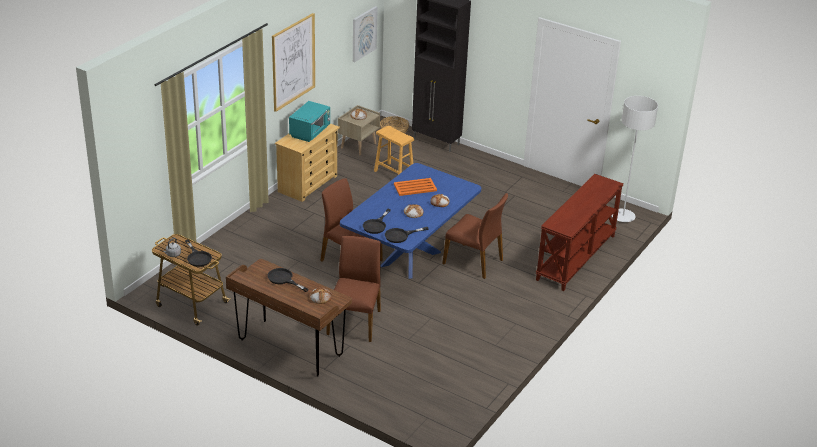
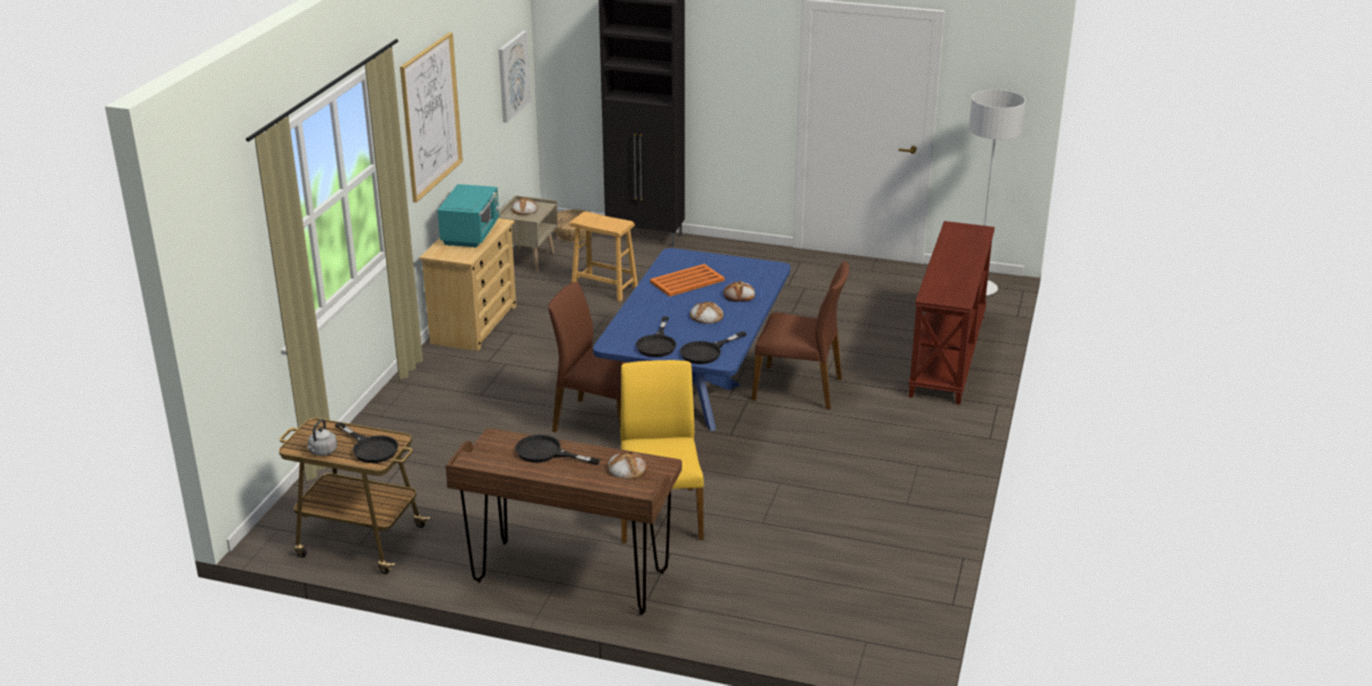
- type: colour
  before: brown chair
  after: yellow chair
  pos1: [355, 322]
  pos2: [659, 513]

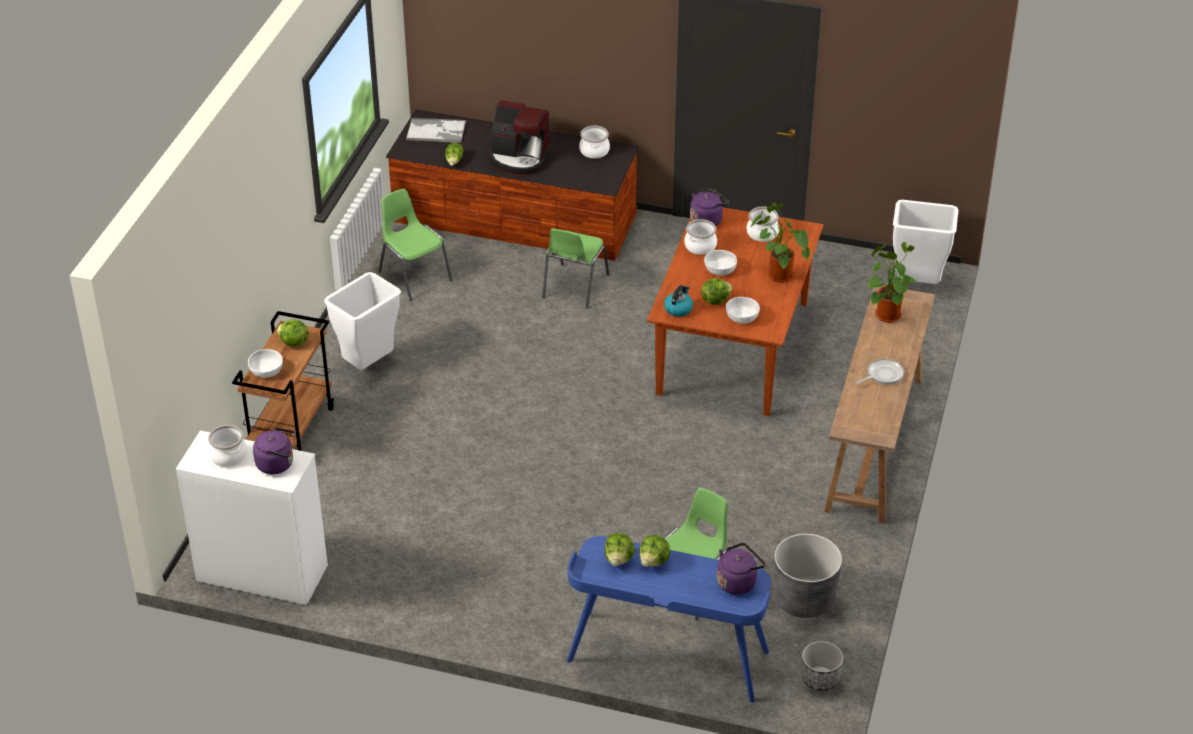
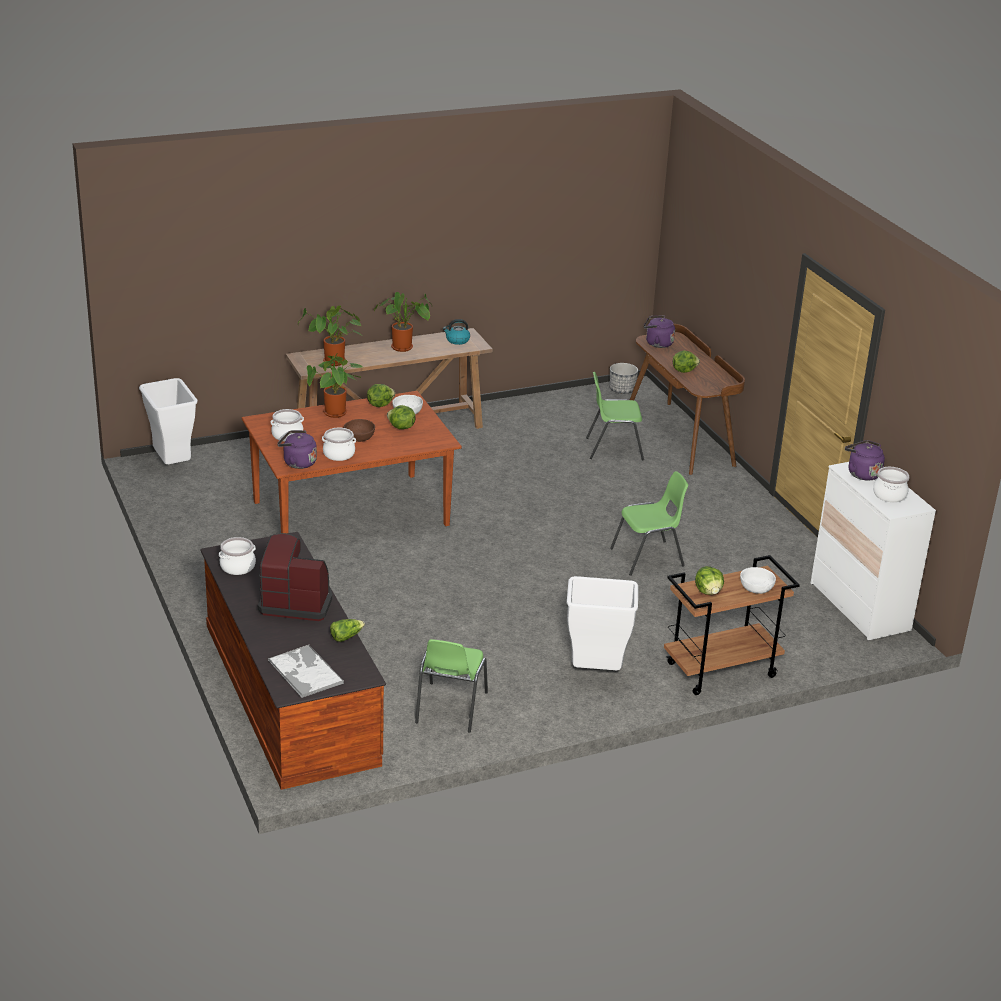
- type: spun
  before: coffee machine
  pos1: [519, 158]
  pos2: [296, 602]
  turn: -60
- type: relocated
  before: green chair
  pos1: [574, 286]
  pos2: [648, 558]
- type: colour
  before: white bowl
  after: brown bowl
  pos1: [720, 269]
  pos2: [359, 437]
- type: relocated
  before: kettle
  pos1: [678, 309]
  pos2: [457, 340]
- type: exchanged
  before: frying pan
  after: potted plant
  pos1: [883, 375]
  pos2: [404, 347]
- type: relocated
  before: lettuce
  pos1: [619, 559]
  pos2: [380, 404]
- type: missing
  before: grey planter
  pos1: [804, 599]
- type: colour
  before: blue desk
  after: brown desk
  pos1: [667, 657]
  pos2: [680, 437]

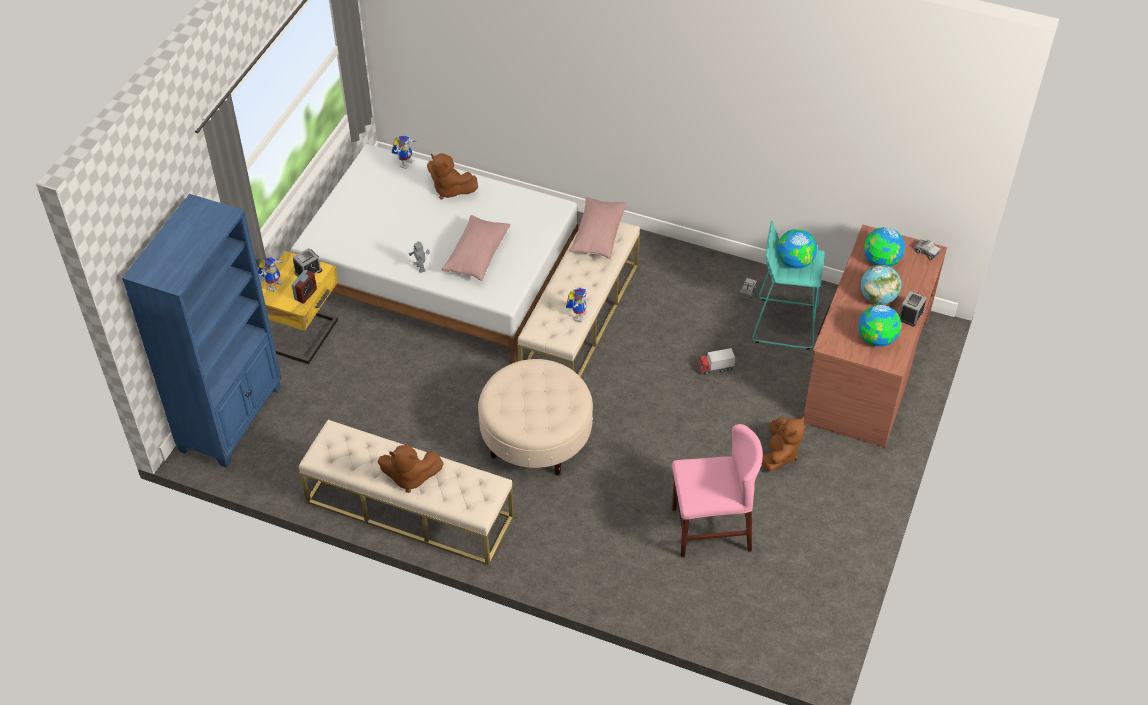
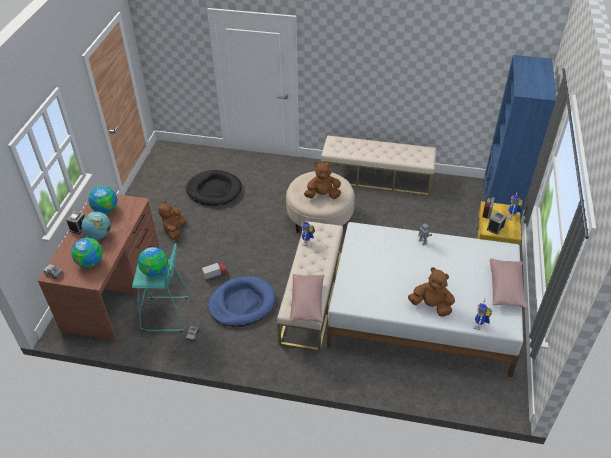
- type: relocated
  before: pink pillow
  pos1: [476, 255]
  pos2: [506, 288]
- type: exchanged
  before: pink chair
  after: black dog bed
  pos1: [711, 529]
  pos2: [214, 190]
- type: relocated
  before: brown plush toy
  pos1: [410, 477]
  pos2: [322, 195]
- type: appeared
  after: blue dog bed
  pos2: [242, 303]

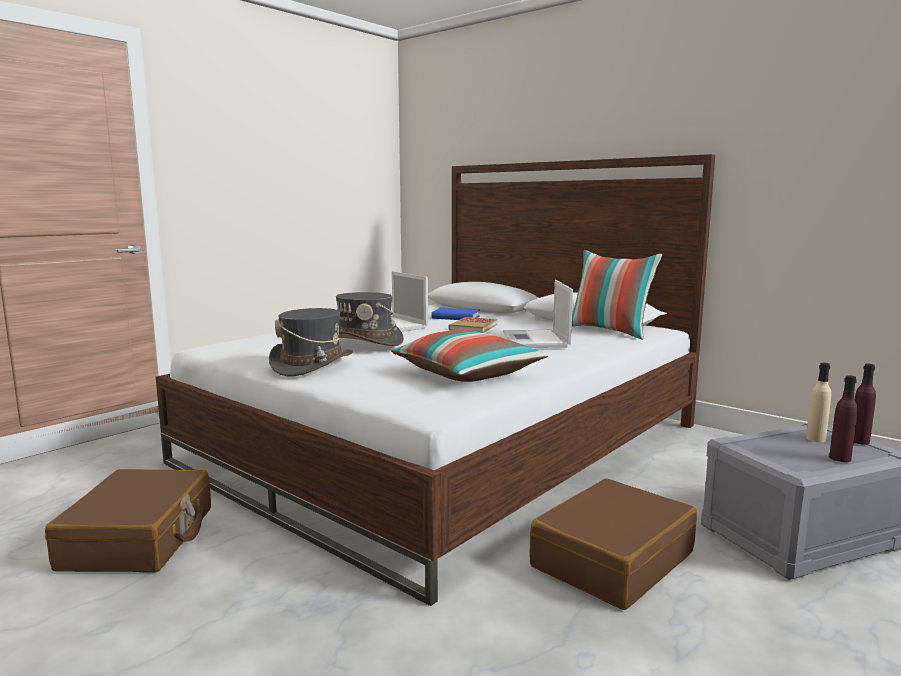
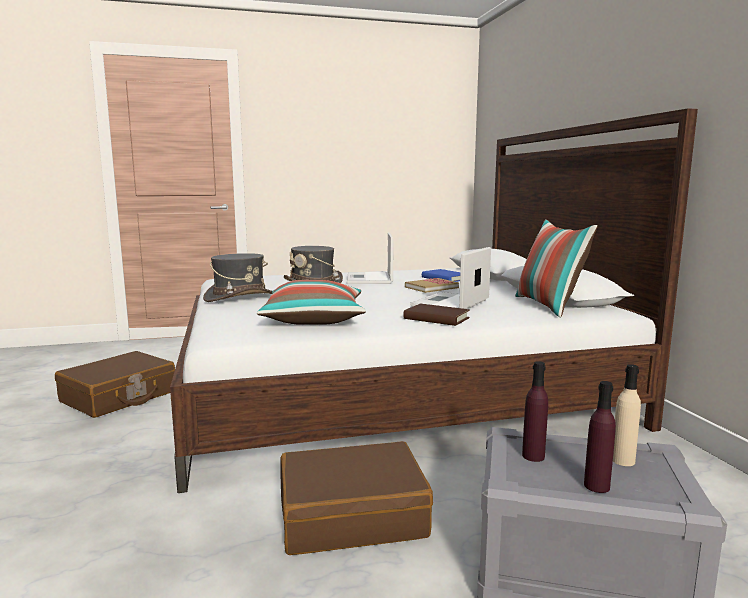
- type: relocated
  before: purple bottle
  pos1: [859, 441]
  pos2: [533, 456]
- type: appeared
  after: brown book
  pos2: [436, 318]

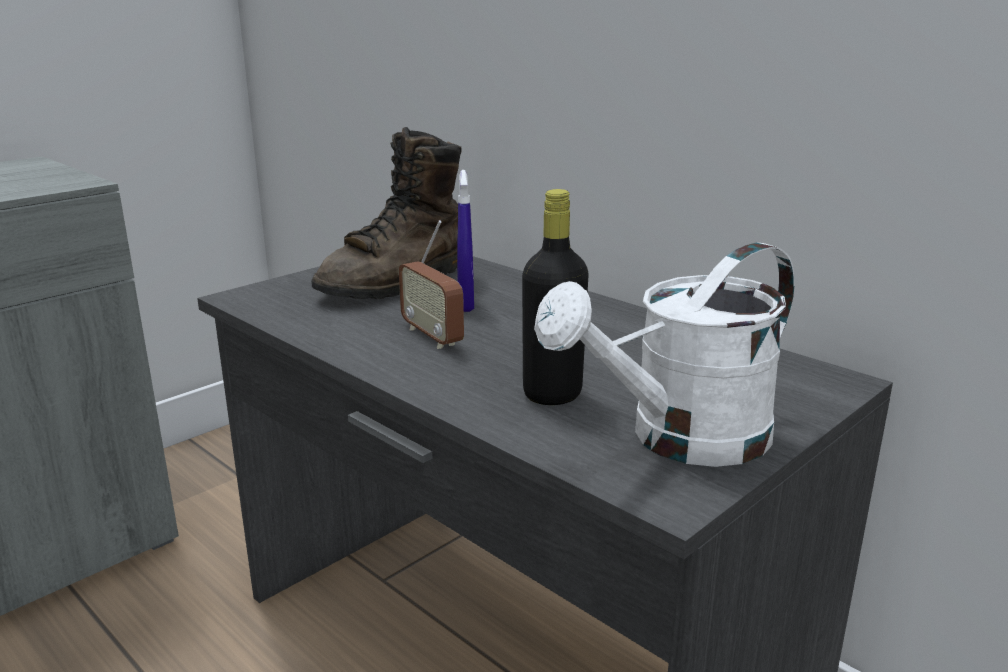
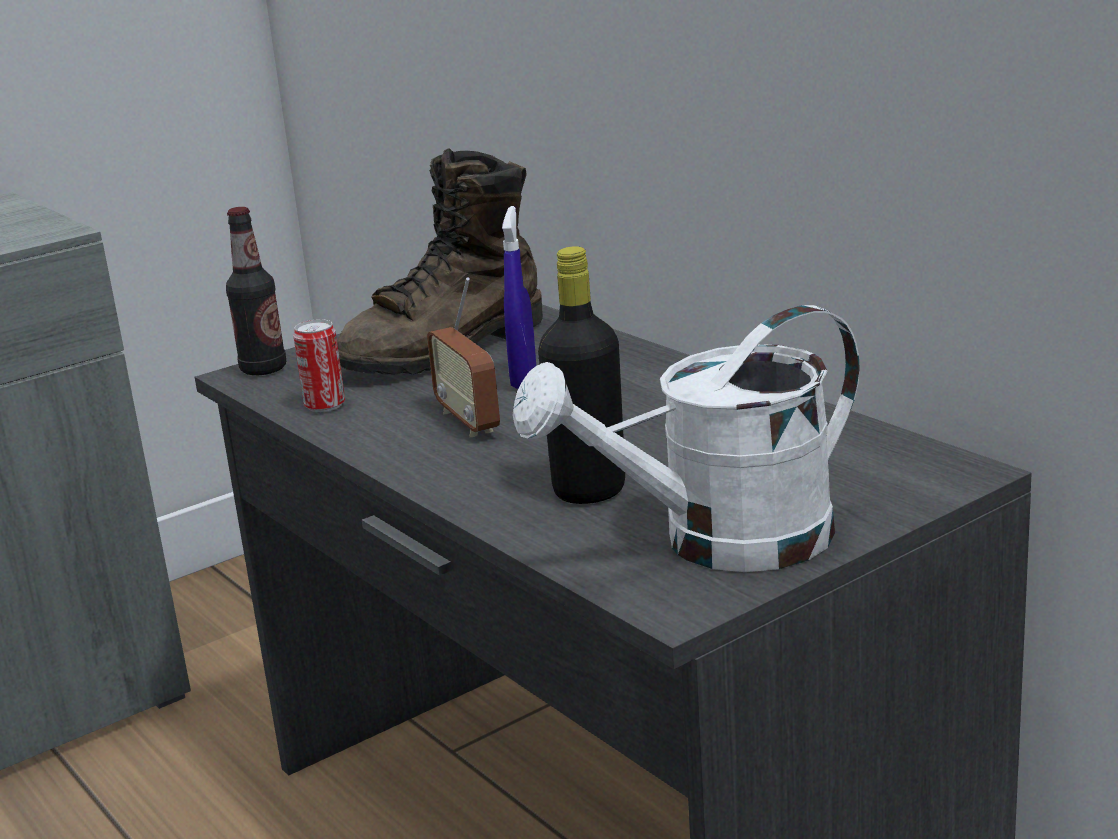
- type: appeared
  after: bottle
  pos2: [263, 369]
- type: appeared
  after: can
  pos2: [325, 406]

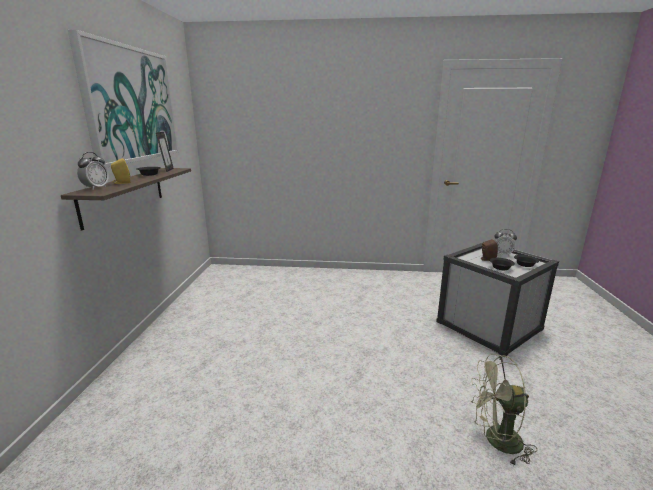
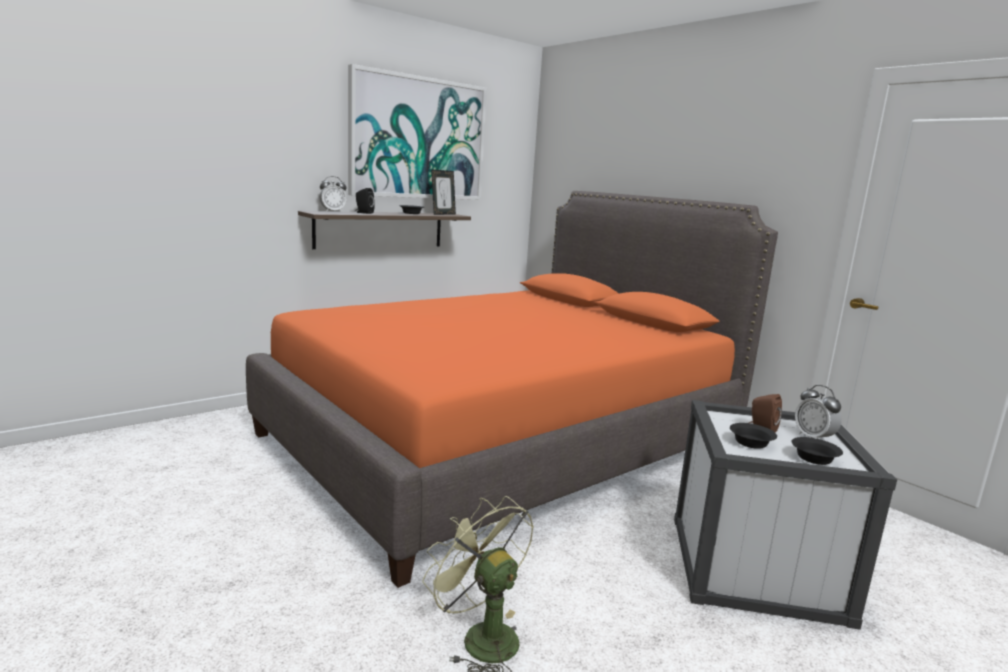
- type: colour
  before: yellow speaker
  after: black speaker
  pos1: [121, 183]
  pos2: [363, 213]
- type: appeared
  after: orange bed
  pos2: [503, 442]

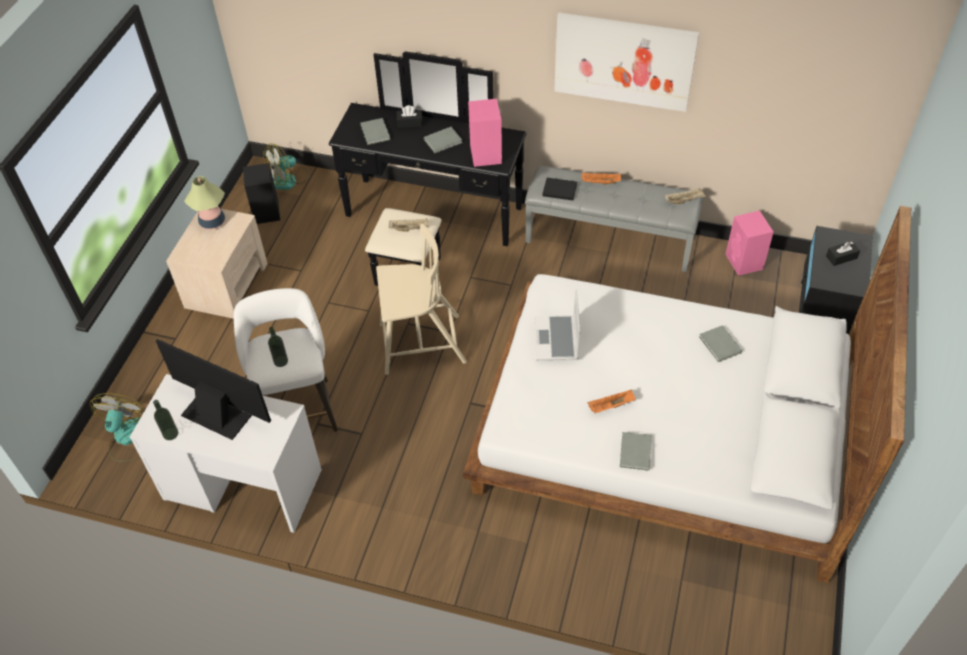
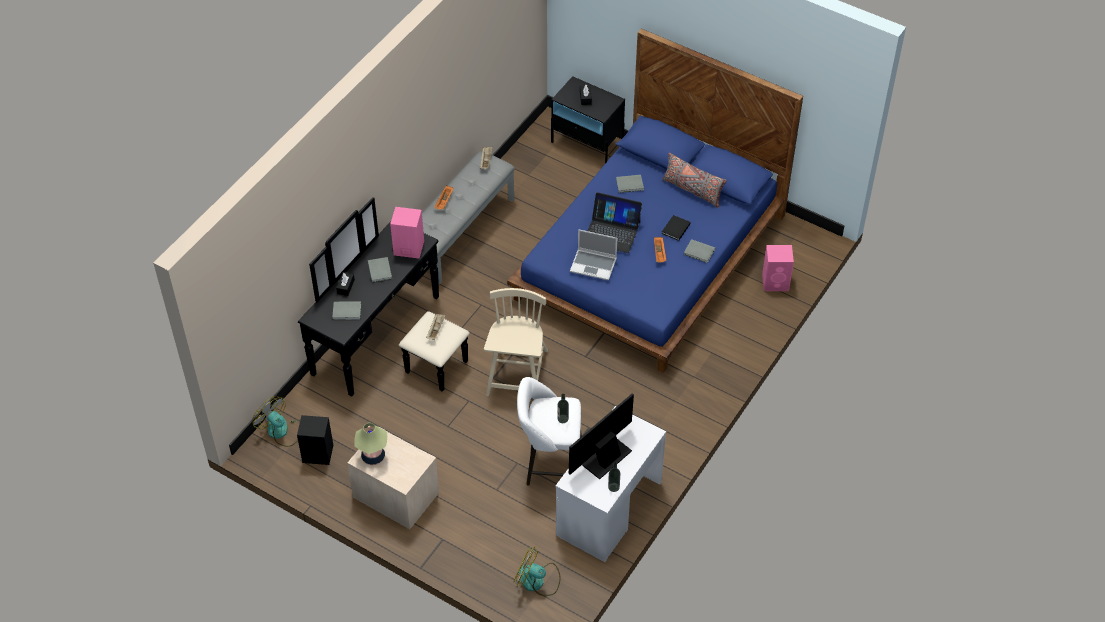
- type: missing
  before: picture
  pos1: [624, 61]
- type: spun
  before: fan
  pos1: [288, 179]
  pos2: [282, 431]
  turn: 150
- type: relocated
  before: black book
  pos1: [559, 189]
  pos2: [675, 229]
- type: colour
  before: white bed
  after: blue bed
  pos1: [662, 431]
  pos2: [649, 257]
- type: relocated
  before: pink speaker
  pos1: [744, 262]
  pos2: [776, 282]
- type: appeared
  after: grey pillow
  pos2: [692, 190]
- type: appeared
  after: laptop
  pos2: [612, 231]

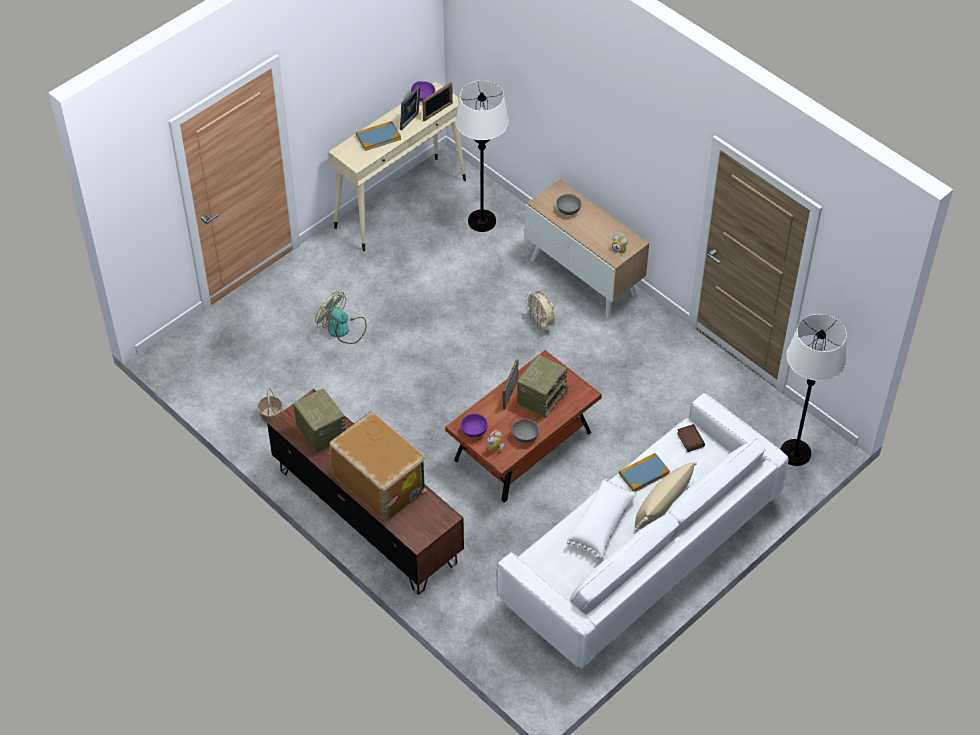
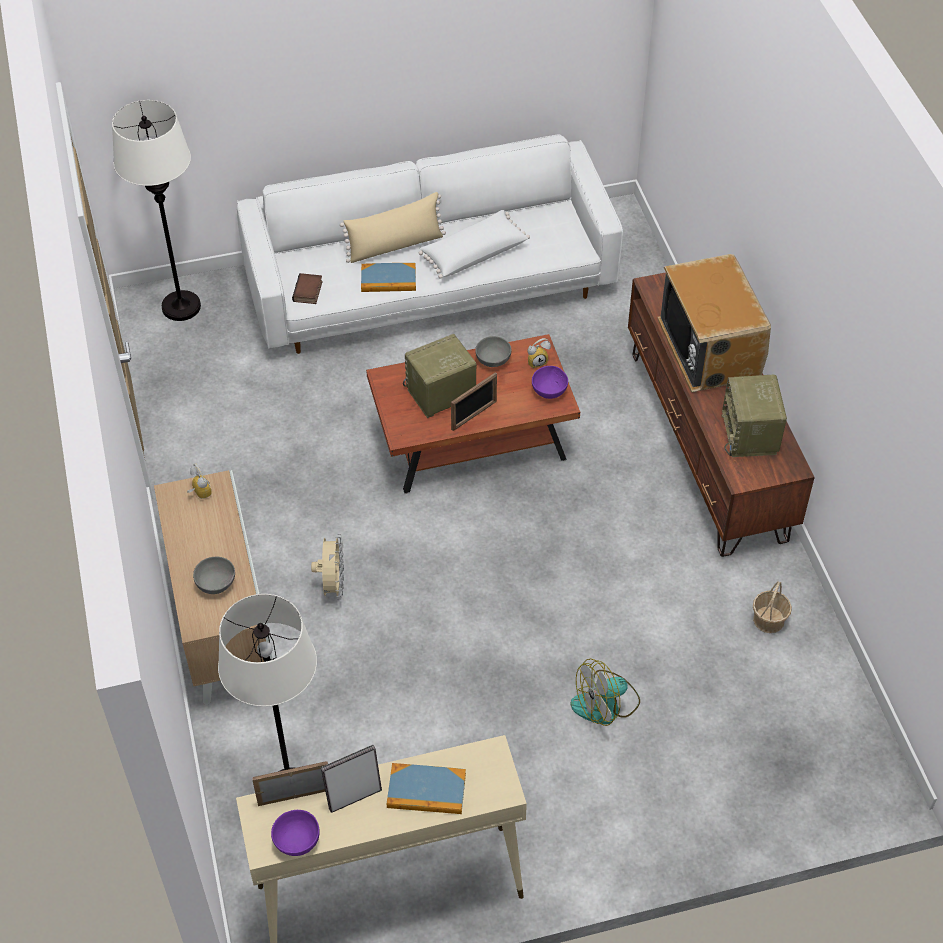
- type: spun
  before: fan
  pos1: [343, 329]
  pos2: [605, 704]
  turn: 90

